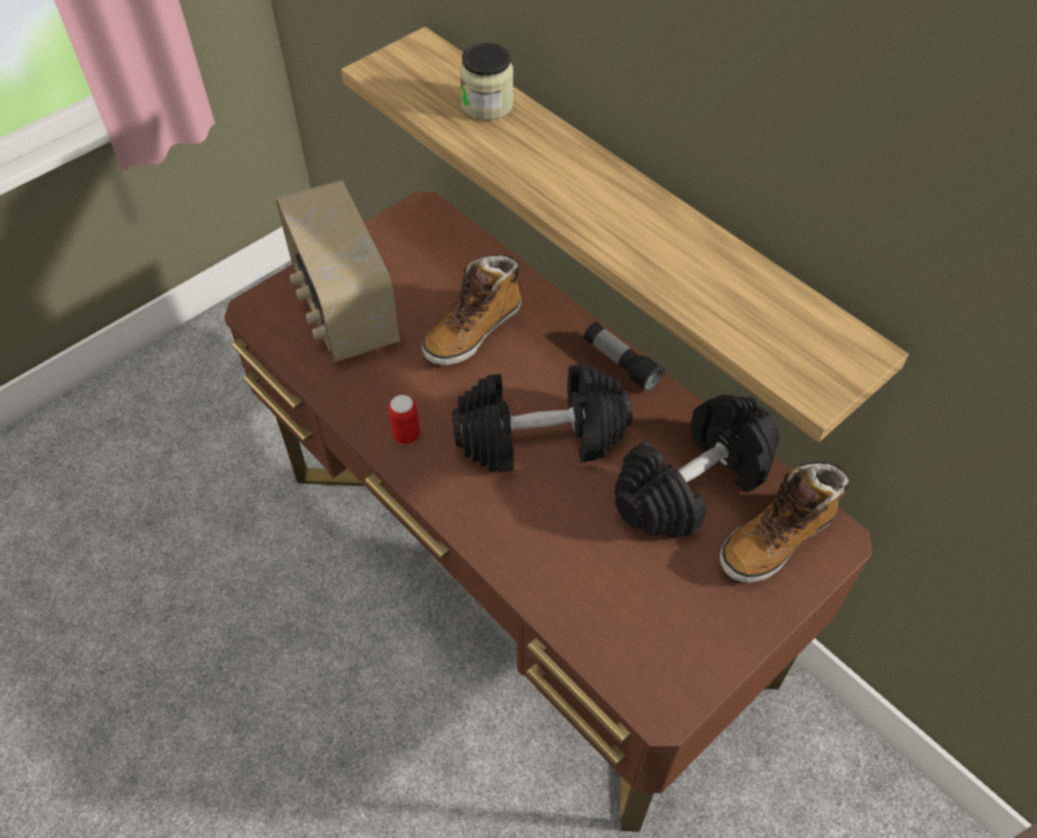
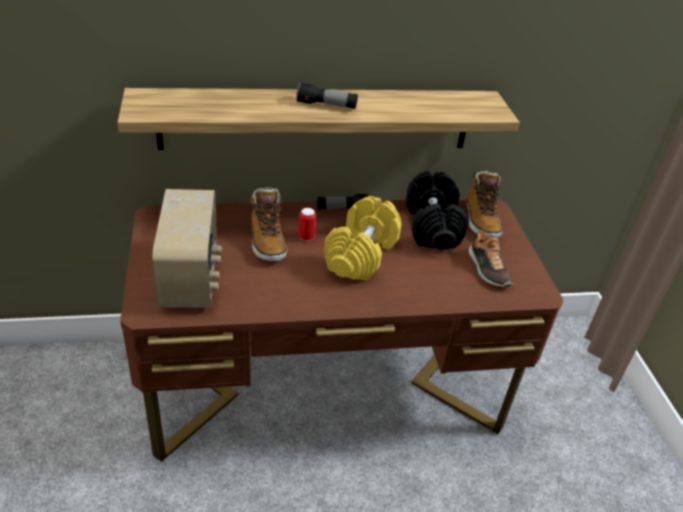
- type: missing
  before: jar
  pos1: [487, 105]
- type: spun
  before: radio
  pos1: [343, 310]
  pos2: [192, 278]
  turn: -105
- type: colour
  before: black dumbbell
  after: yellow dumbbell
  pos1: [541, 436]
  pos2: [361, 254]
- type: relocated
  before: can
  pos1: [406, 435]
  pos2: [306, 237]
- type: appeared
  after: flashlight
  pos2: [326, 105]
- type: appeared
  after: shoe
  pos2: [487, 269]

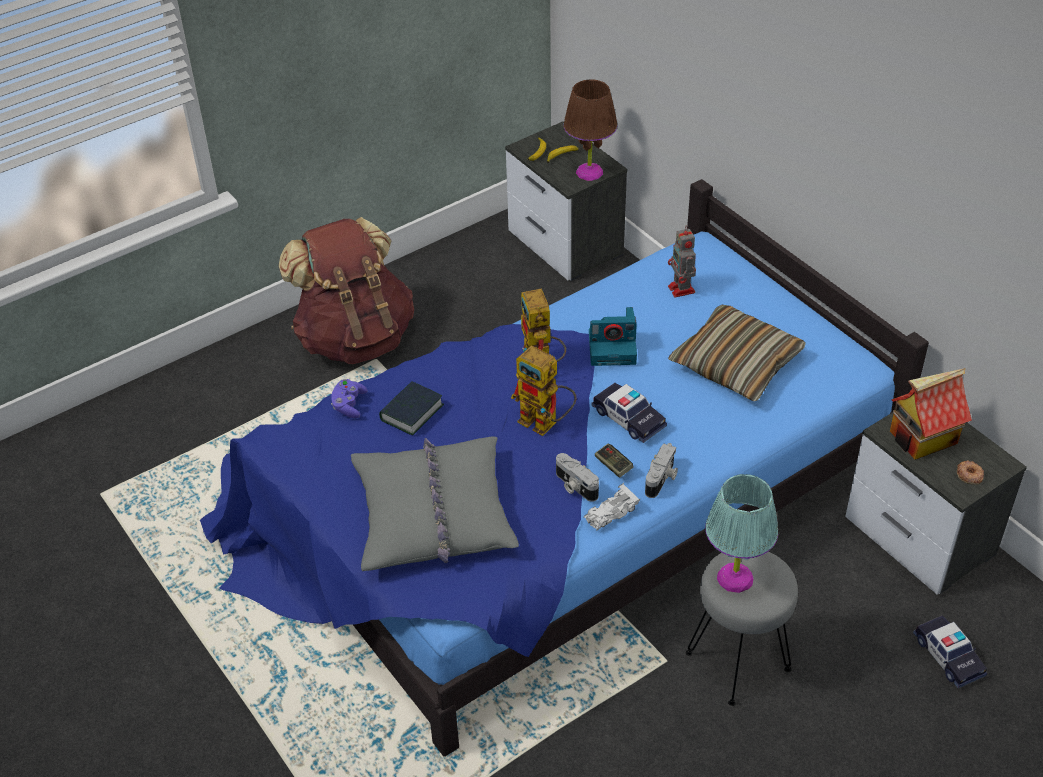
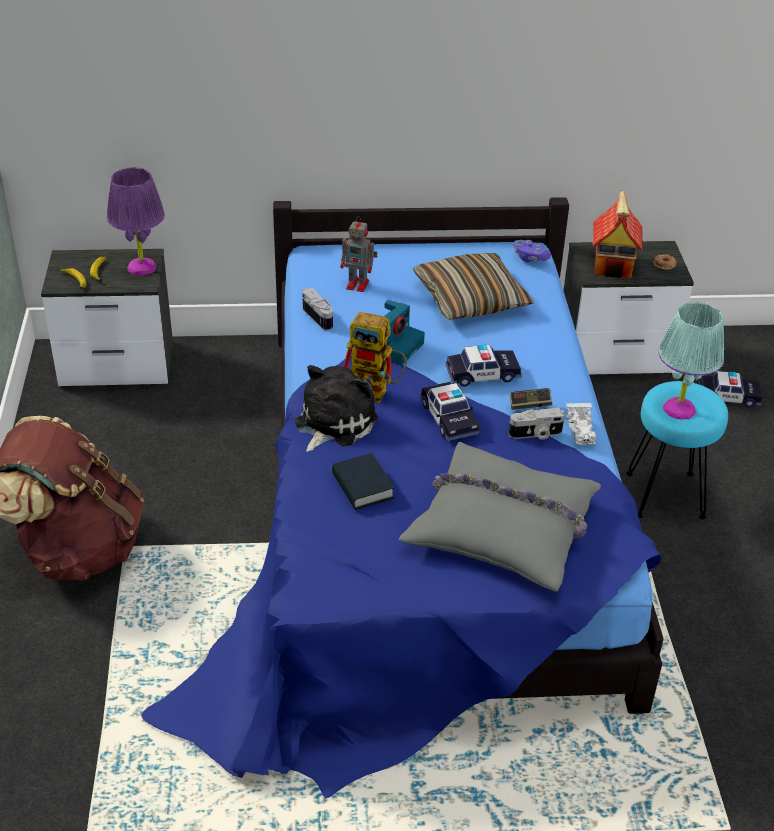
- type: colour
  before: brown table lamp
  after: purple table lamp
  pos1: [589, 172]
  pos2: [141, 267]
- type: exchanged
  before: toy robot
  after: toy car
  pos1: [545, 423]
  pos2: [448, 418]
- type: relocated
  before: purple game controller
  pos1: [349, 405]
  pos2: [529, 258]
- type: relocated
  before: photo camera
  pos1: [662, 479]
  pos2: [320, 317]
- type: colour
  before: grey stool
  after: turquoise stool
  pos1: [738, 663]
  pos2: [666, 495]
- type: appeared
  after: plush toy
  pos2: [332, 424]

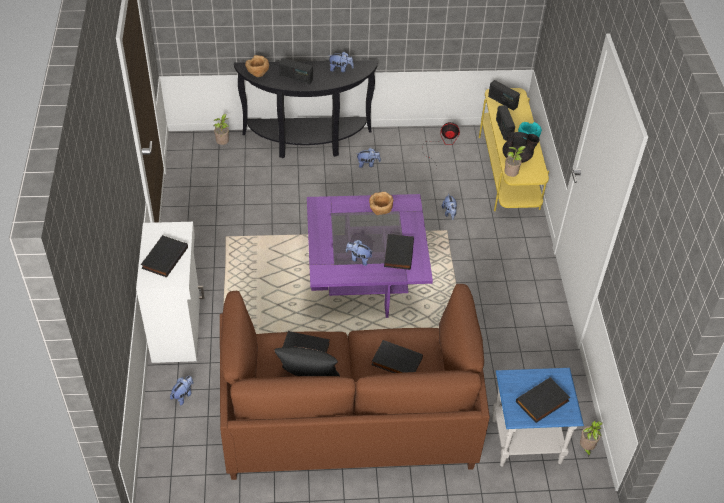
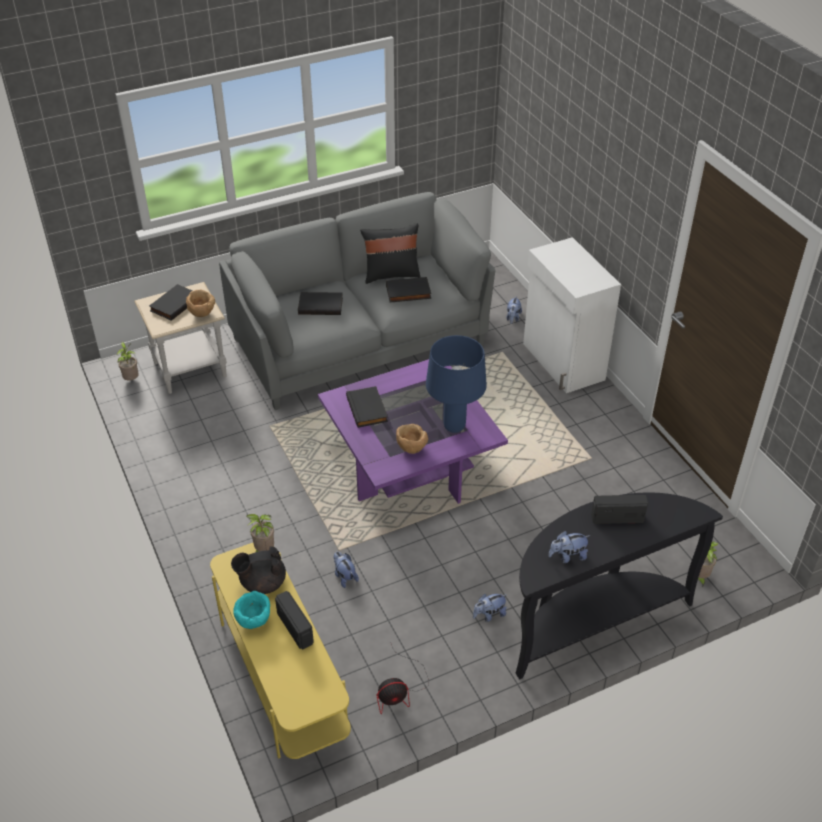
- type: relocated
  before: brown bowl
  pos1: [257, 74]
  pos2: [202, 314]
- type: missing
  before: radio
  pos1: [502, 102]
- type: missing
  before: black book
  pos1: [164, 257]
- type: missing
  before: plush toy
  pos1: [358, 259]
- type: colour
  before: brown sofa
  after: grey sofa
  pos1: [349, 418]
  pos2: [359, 342]
- type: colour
  before: blue side table
  after: beige side table
  pos1: [525, 441]
  pos2: [190, 369]
- type: appeared
  after: blue table lamp
  pos2: [454, 426]

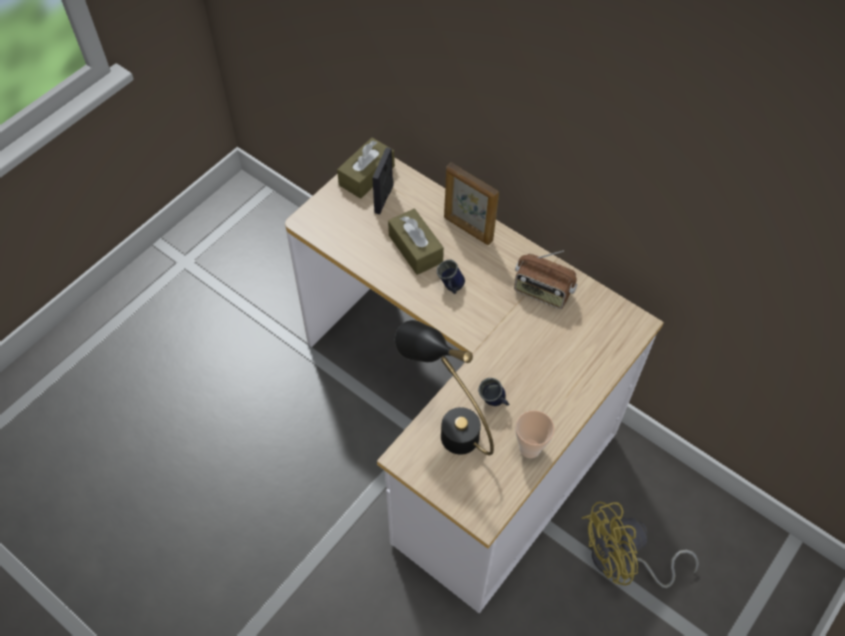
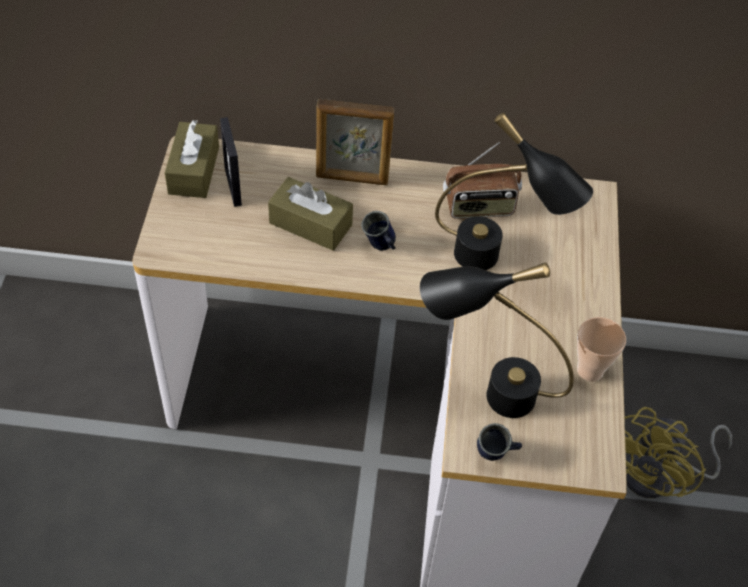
- type: relocated
  before: blue mug
  pos1: [494, 403]
  pos2: [496, 455]
- type: appeared
  after: black table lamp
  pos2: [496, 263]

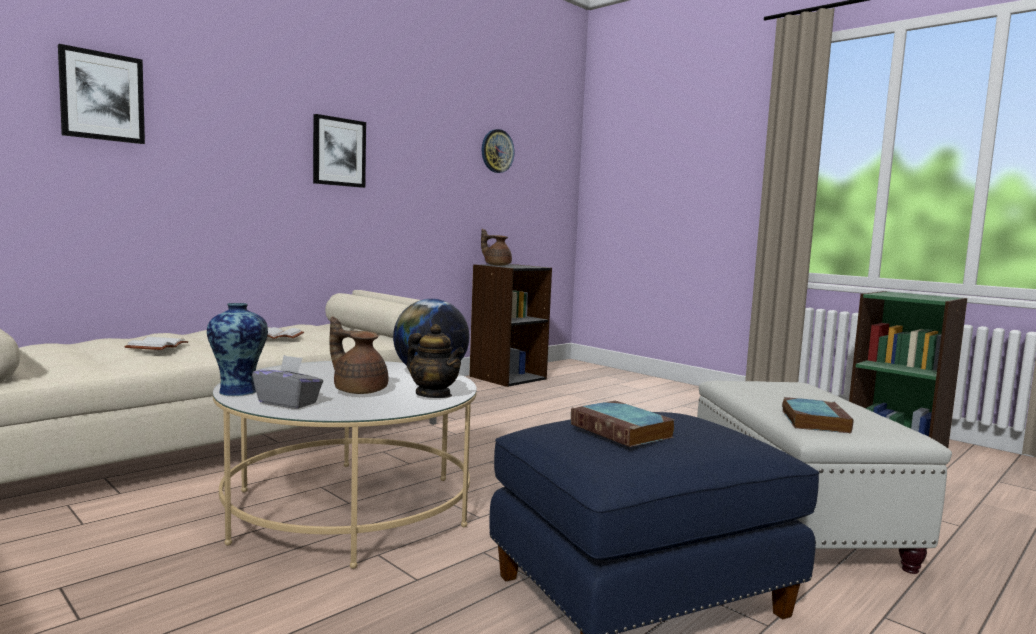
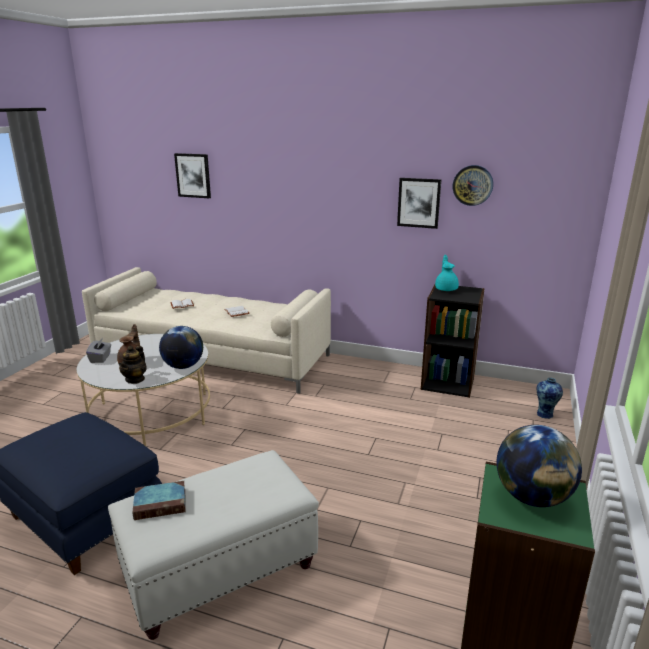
- type: relocated
  before: picture
  pos1: [338, 152]
  pos2: [419, 202]
- type: colour
  before: brown teapot
  after: turquoise teapot
  pos1: [496, 265]
  pos2: [446, 289]
- type: relocated
  before: vase
  pos1: [238, 391]
  pos2: [545, 414]
- type: missing
  before: book
  pos1: [623, 431]
- type: appeared
  after: globe
  pos2: [532, 497]

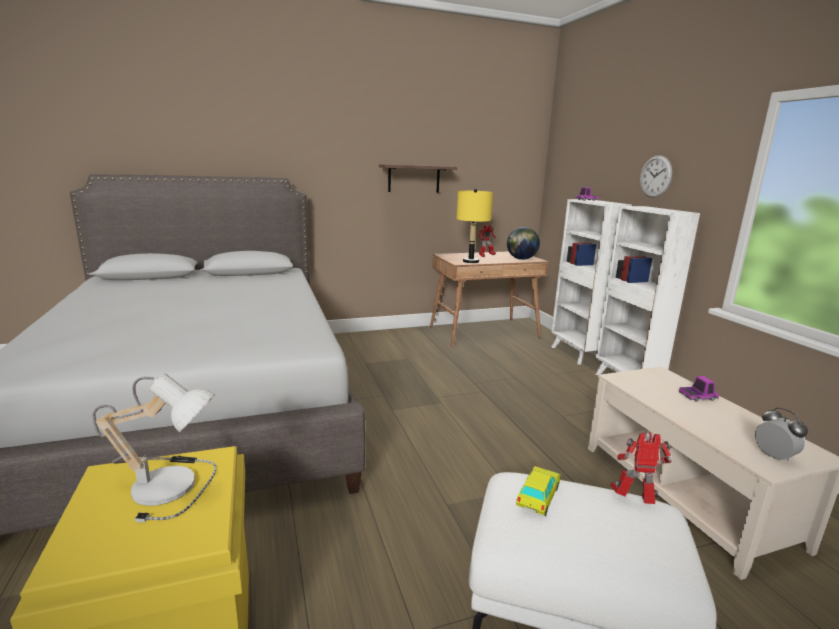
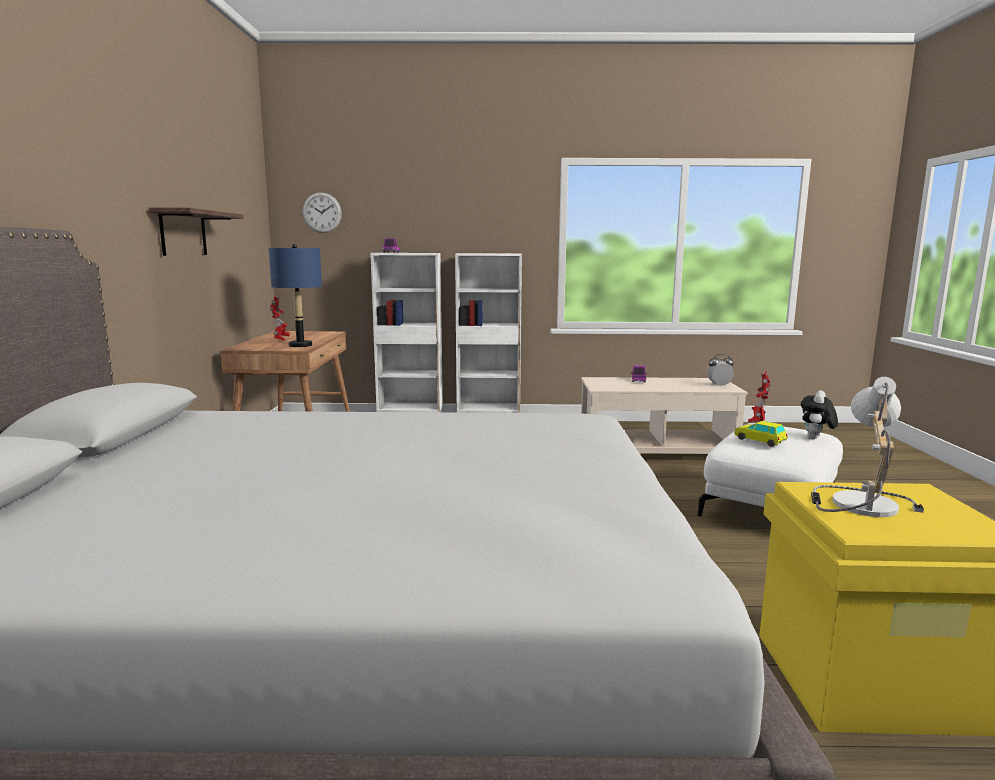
- type: relocated
  before: wall clock
  pos1: [655, 176]
  pos2: [322, 212]
- type: colour
  before: yellow table lamp
  after: blue table lamp
  pos1: [470, 261]
  pos2: [300, 345]
- type: missing
  before: globe
  pos1: [521, 259]
- type: appeared
  after: plush toy
  pos2: [815, 439]

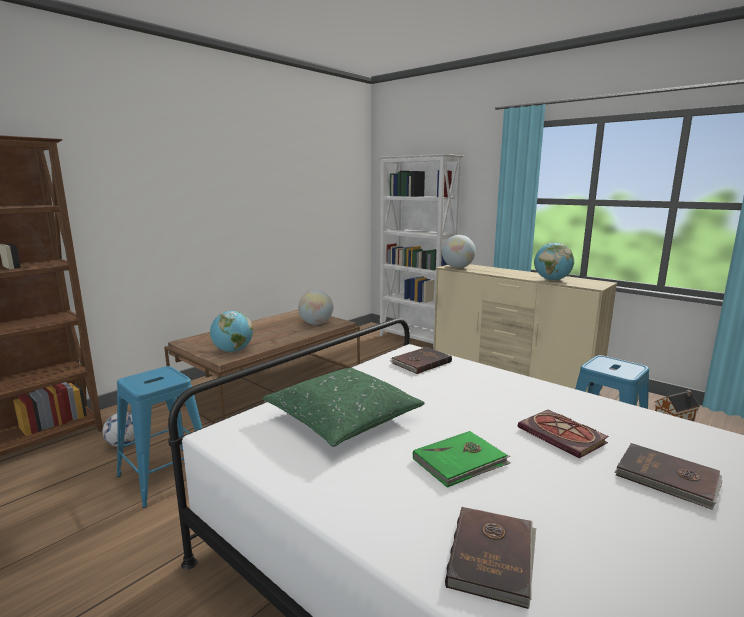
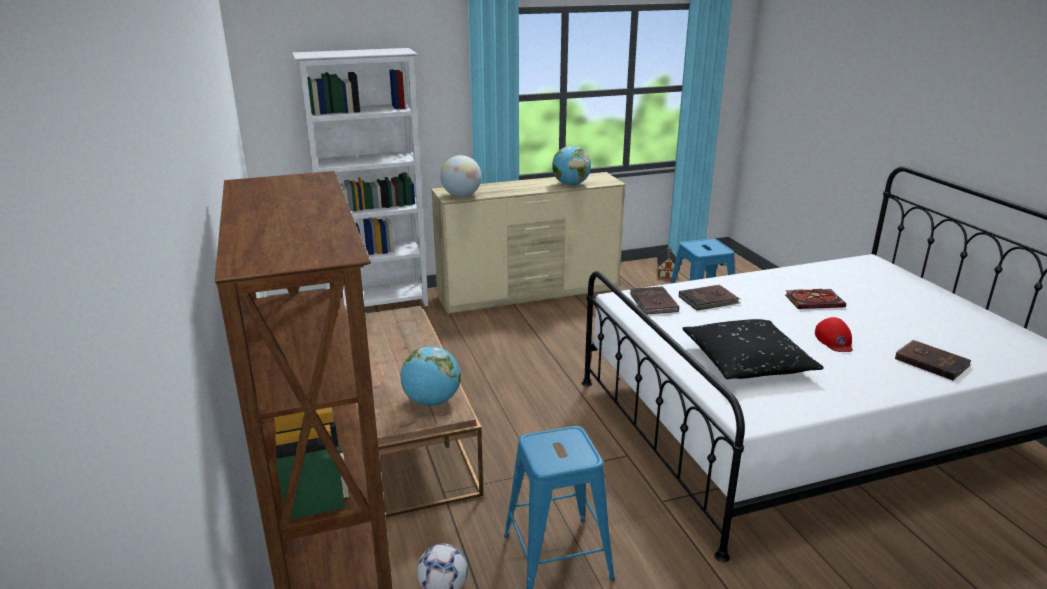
- type: missing
  before: globe
  pos1: [316, 324]
- type: colour
  before: green pillow
  after: black pillow
  pos1: [343, 417]
  pos2: [747, 361]
- type: exchanged
  before: green book
  after: red cap
  pos1: [461, 461]
  pos2: [834, 340]
- type: relocated
  before: brown book
  pos1: [667, 479]
  pos2: [709, 300]

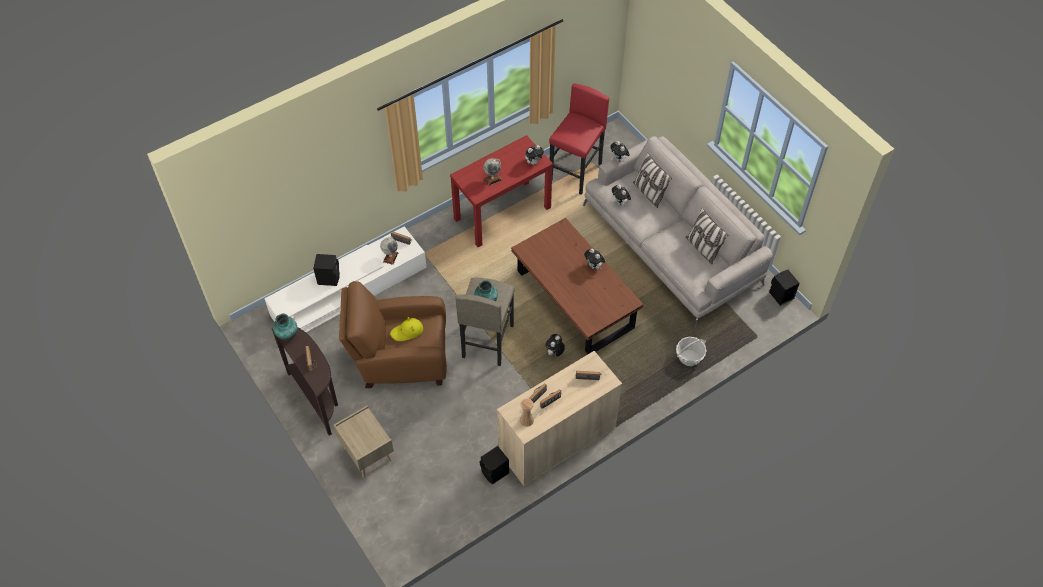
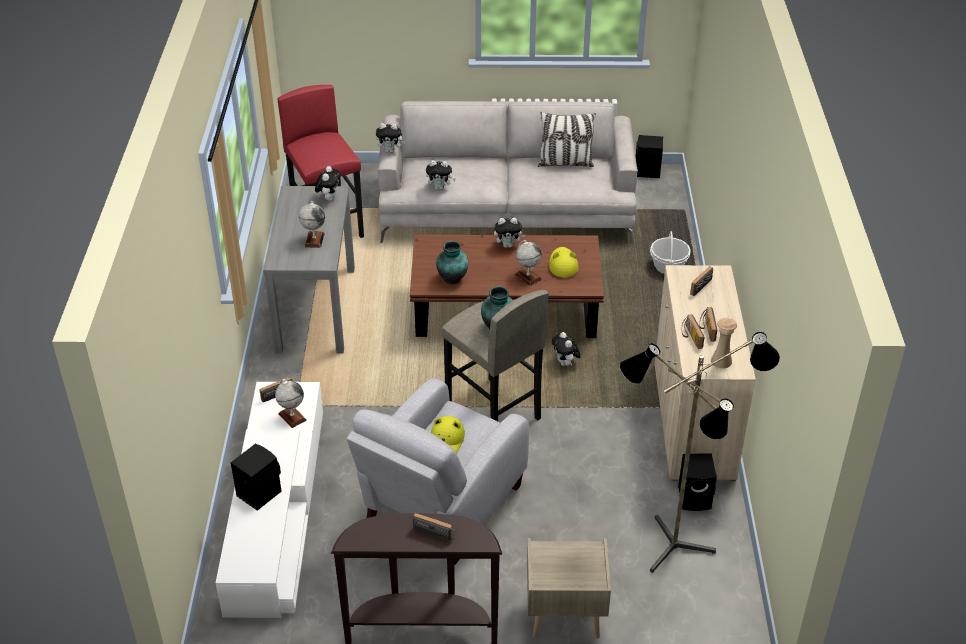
- type: colour
  before: red console table
  after: grey console table
  pos1: [502, 213]
  pos2: [316, 309]
- type: missing
  before: pillow
  pos1: [649, 193]
- type: colour
  before: brown armchair
  after: grey armchair
  pos1: [400, 359]
  pos2: [440, 507]
- type: relocated
  before: vase
  pos1: [287, 336]
  pos2: [452, 279]
- type: appeared
  after: globe
  pos2: [528, 277]
- type: appeared
  after: yellow hat
  pos2: [563, 264]
- type: appeared
  after: floor lamp
  pos2: [674, 554]

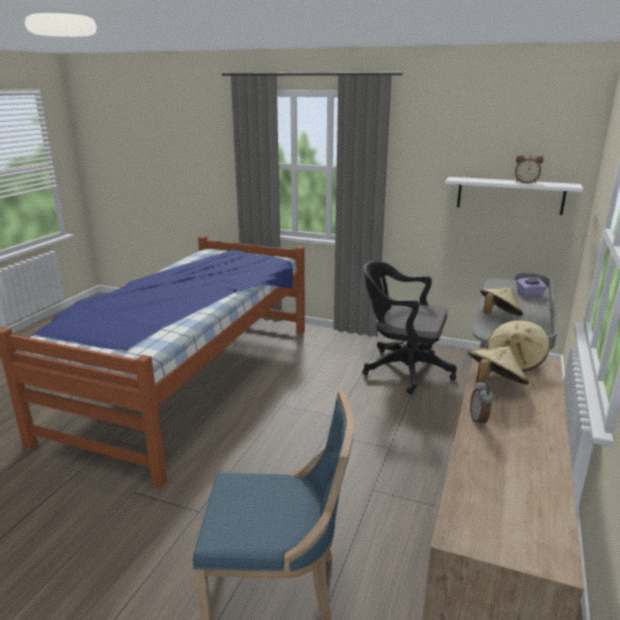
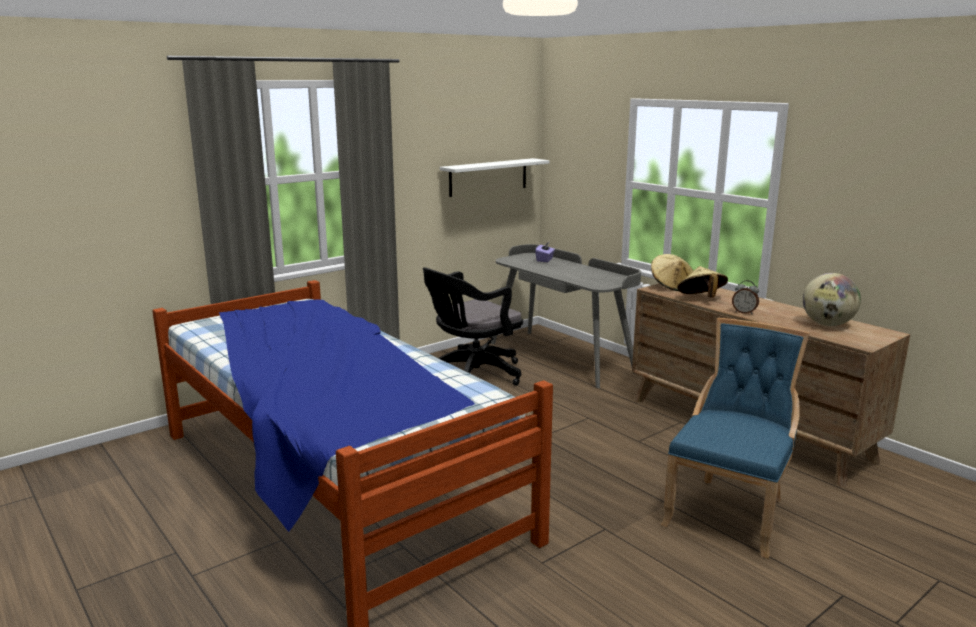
- type: missing
  before: alarm clock
  pos1: [526, 182]
- type: missing
  before: beige hat
  pos1: [498, 316]
- type: appeared
  after: globe
  pos2: [827, 324]

